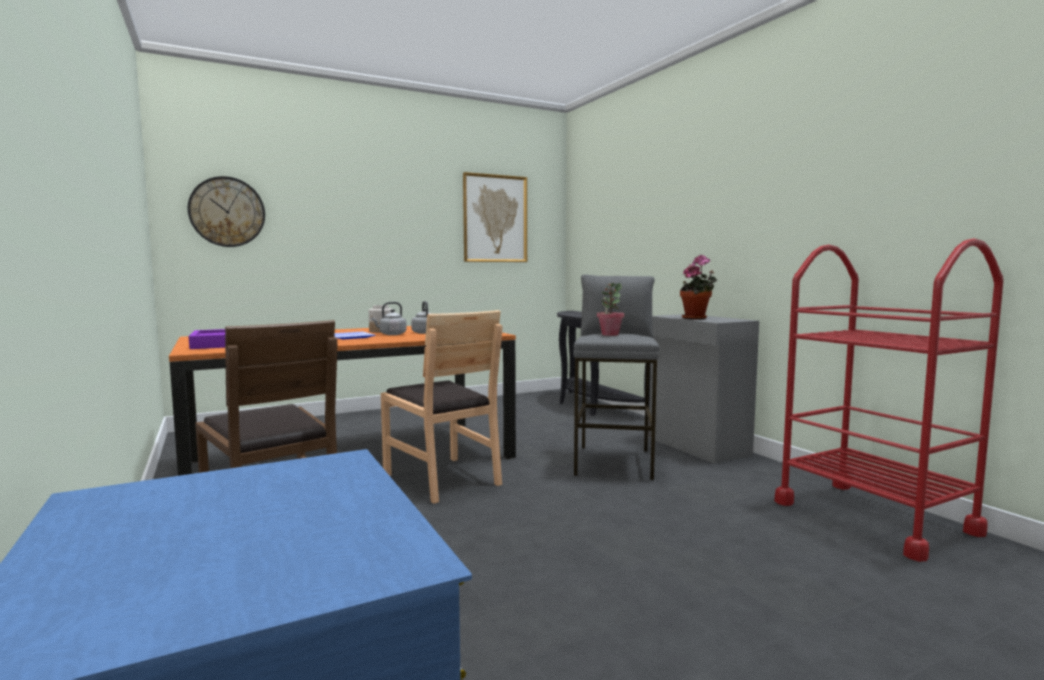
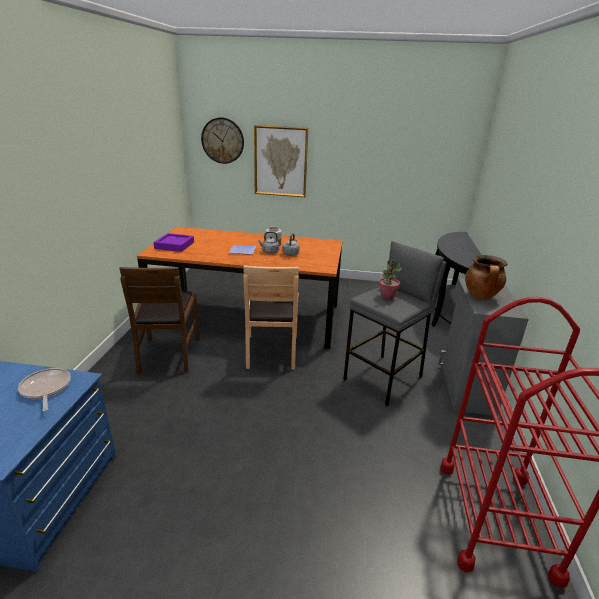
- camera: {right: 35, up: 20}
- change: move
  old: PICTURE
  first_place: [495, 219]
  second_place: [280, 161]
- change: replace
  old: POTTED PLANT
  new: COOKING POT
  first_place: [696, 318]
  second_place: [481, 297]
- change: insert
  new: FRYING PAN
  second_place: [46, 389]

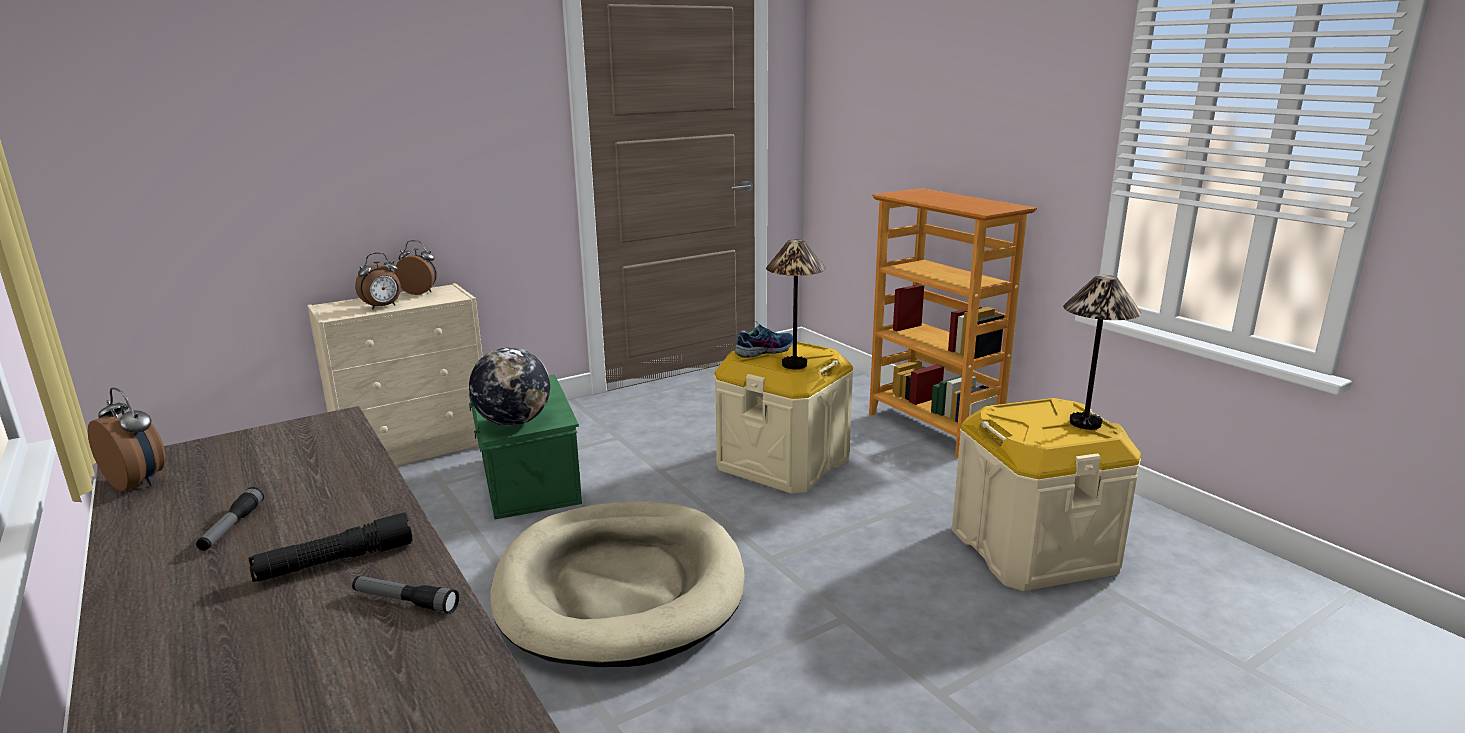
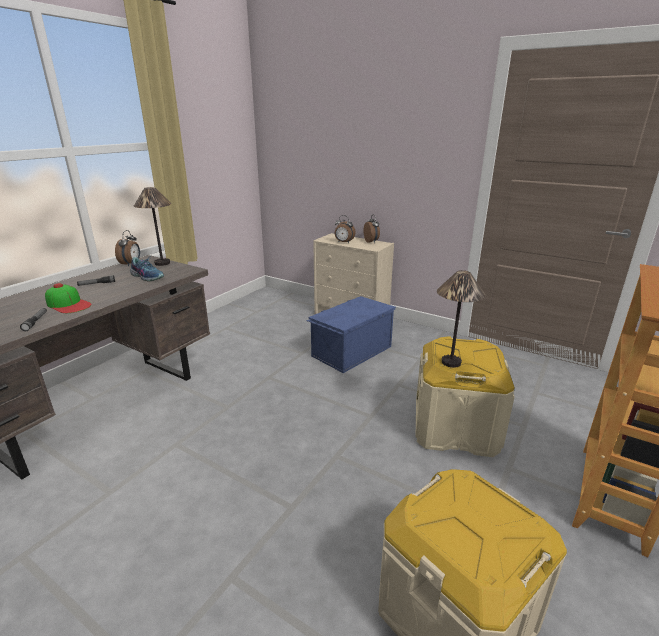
- camera: {right: 65, up: 5}
- change: move
  old: TABLE LAMP
  first_place: [1085, 423]
  second_place: [162, 263]
- change: move
  old: SHOE
  first_place: [764, 350]
  second_place: [147, 276]
- change: delete
  old: GLOBE
  first_place: [513, 422]
- change: recolor
  old: GREEN STORAGE BOX
  new: BLUE STORAGE BOX
  first_place: [527, 481]
  second_place: [350, 351]
- change: delete
  old: BEIGE DOG BED
  first_place: [620, 588]
- change: replace
  old: BLACK FLASHLIGHT
  new: CAP
  first_place: [335, 562]
  second_place: [68, 304]

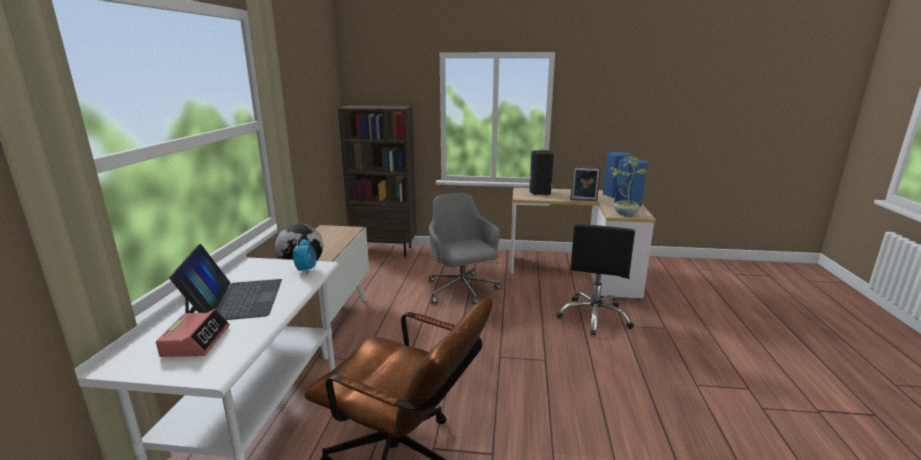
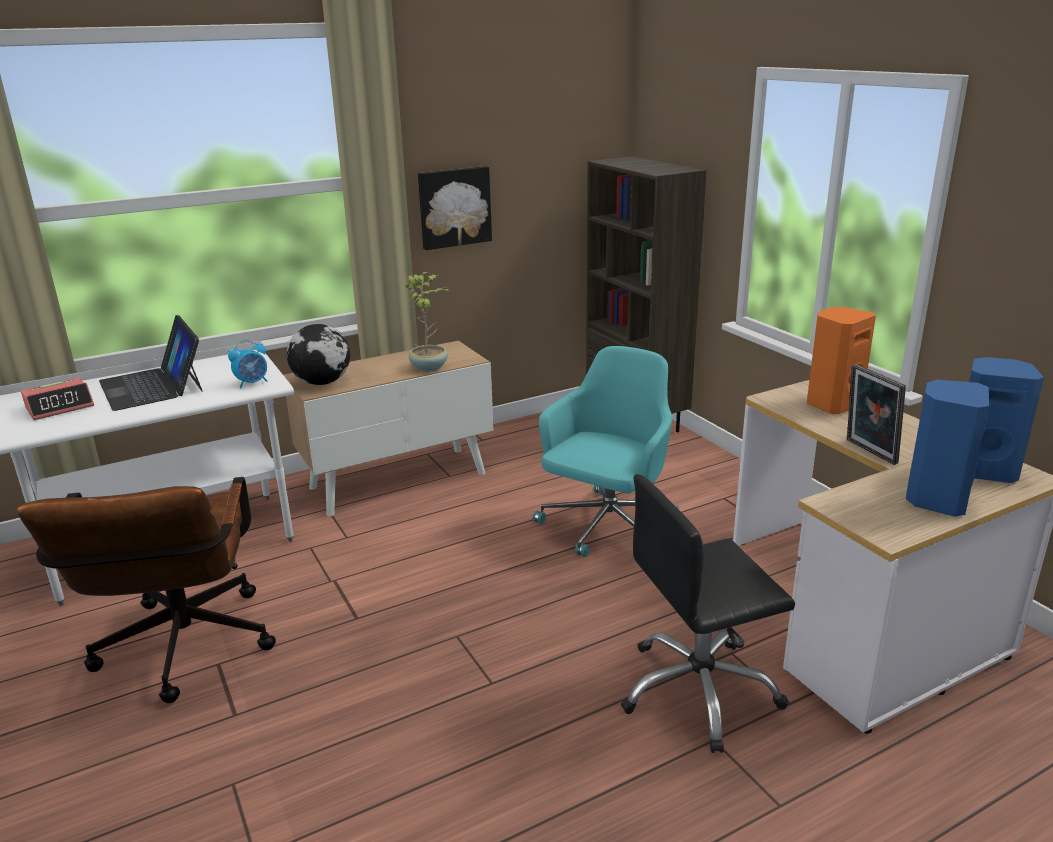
- camera: {right: 55, up: 5}
- change: recolor
  old: BLACK SPEAKER
  new: ORANGE SPEAKER
  first_place: [539, 193]
  second_place: [831, 404]
- change: move
  old: POTTED PLANT
  first_place: [625, 214]
  second_place: [429, 367]
- change: recolor
  old: GREY OFFICE CHAIR
  new: TURQUOISE OFFICE CHAIR
  first_place: [462, 290]
  second_place: [607, 527]
- change: rotate
  old: LAPTOP
  first_place: [235, 300]
  second_place: [153, 386]
  degrees: 105
- change: insert
  new: PICTURE
  second_place: [454, 207]

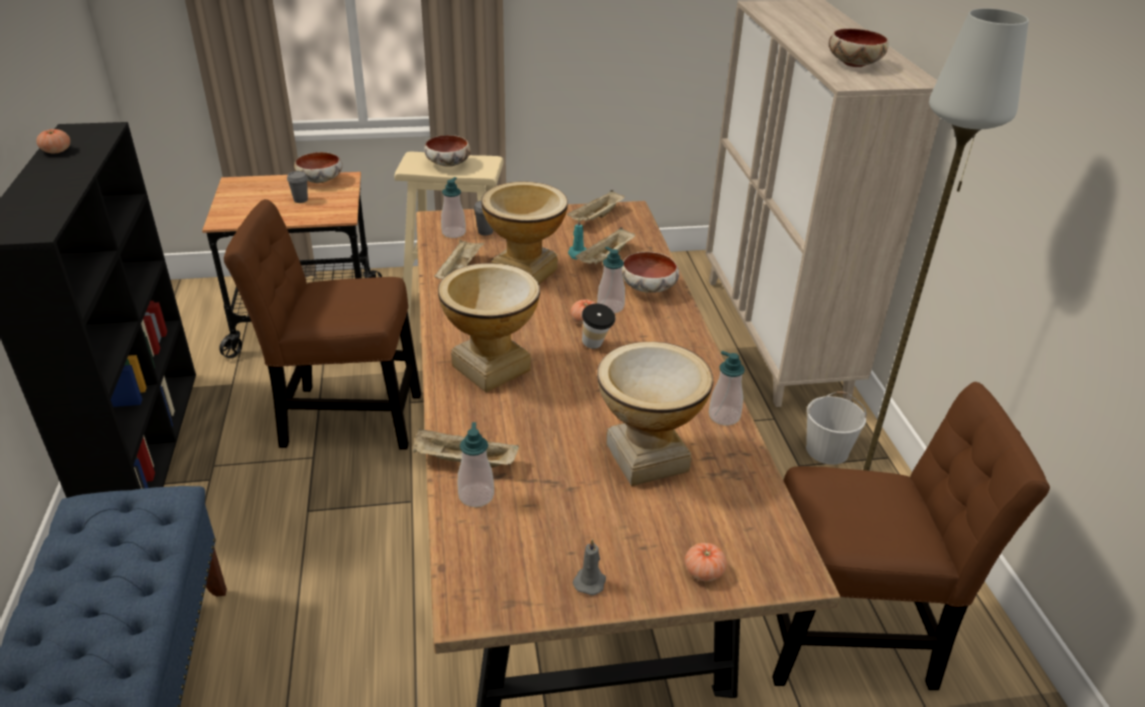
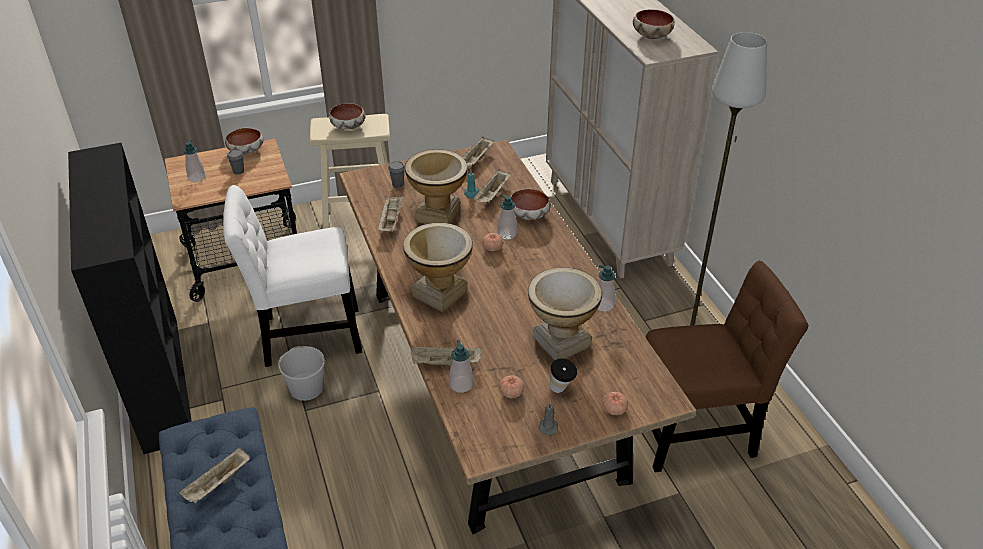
- camera: {right: -10, up: 5}
- change: move
  old: TOMATO
  first_place: [56, 151]
  second_place: [511, 392]
- change: move
  old: SOAP DISPENSER
  first_place: [453, 233]
  second_place: [197, 177]
- change: recolor
  old: BROWN CHAIR
  new: WHITE CHAIR
  first_place: [344, 418]
  second_place: [306, 336]
- change: move
  old: CUP
  first_place: [596, 346]
  second_place: [561, 390]
- change: move
  old: WHITE BUCKET
  first_place: [826, 450]
  second_place: [306, 388]
- change: insert
  new: BEIGE TRAY
  second_place: [218, 484]

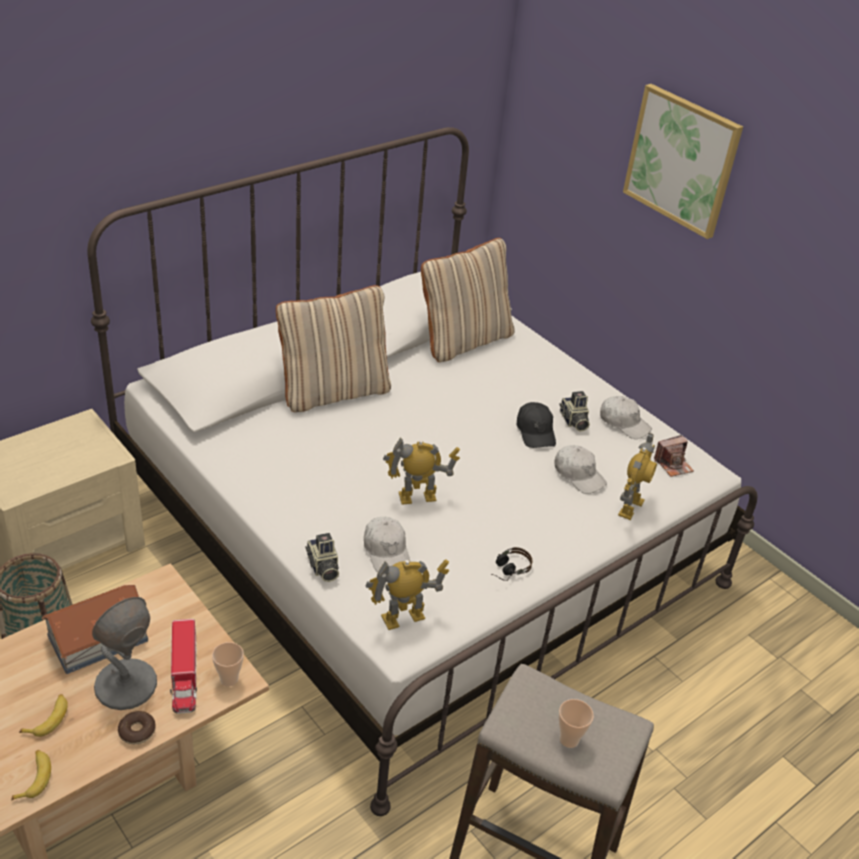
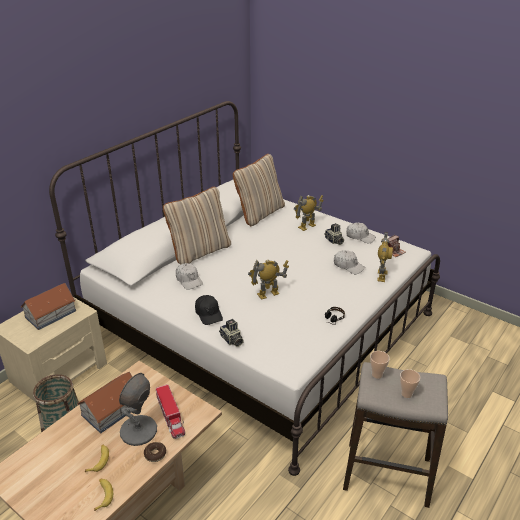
- camera: {right: -10, up: -5}
- change: delete
  old: PICTURE
  first_place: [682, 160]
- change: move
  old: BLACK CAP
  first_place: [535, 431]
  second_place: [208, 314]
- change: move
  old: WHITE CAP
  first_place: [386, 551]
  second_place: [189, 280]
- change: move
  old: TOY ROBOT
  first_place: [403, 618]
  second_place: [307, 226]
- change: move
  old: CUP
  first_place: [229, 679]
  second_place: [377, 374]
- change: insert
  new: TOY HOUSE
  second_place: [50, 314]

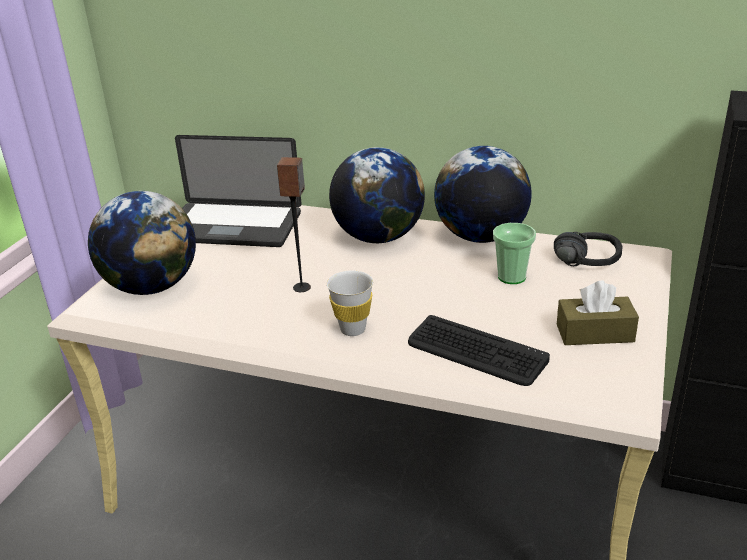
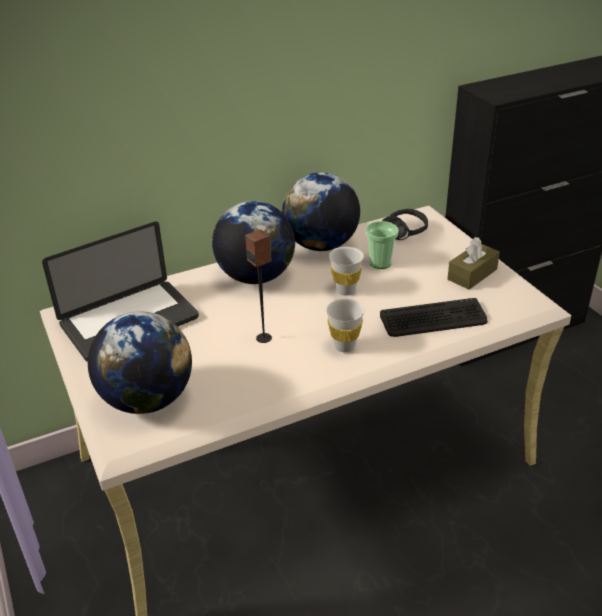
- camera: {right: -45, up: 5}
- change: insert
  new: WHITE CUP
  second_place: [345, 290]

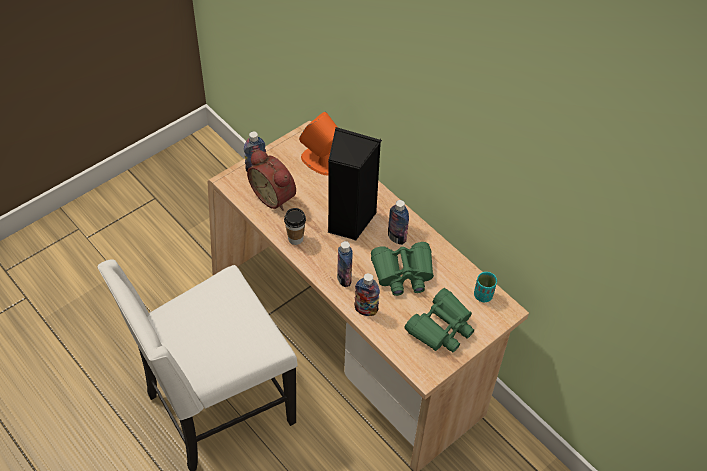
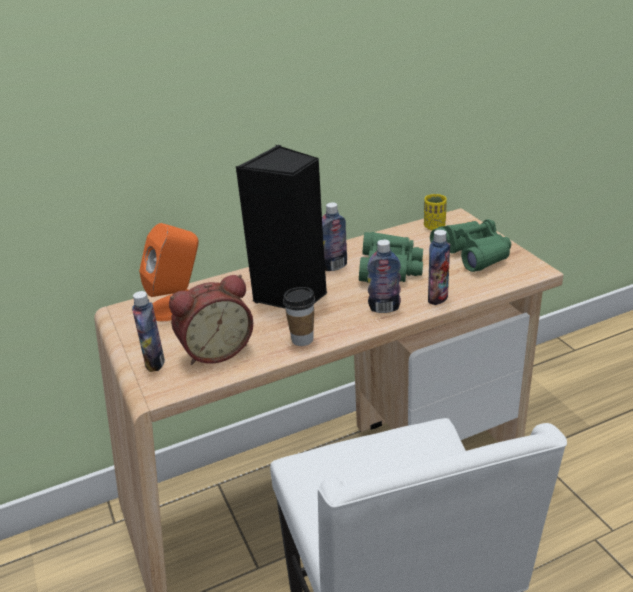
- camera: {right: -70, up: -20}
- change: recolor
  old: TURQUOISE CUP
  new: YELLOW CUP
  first_place: [483, 295]
  second_place: [434, 226]

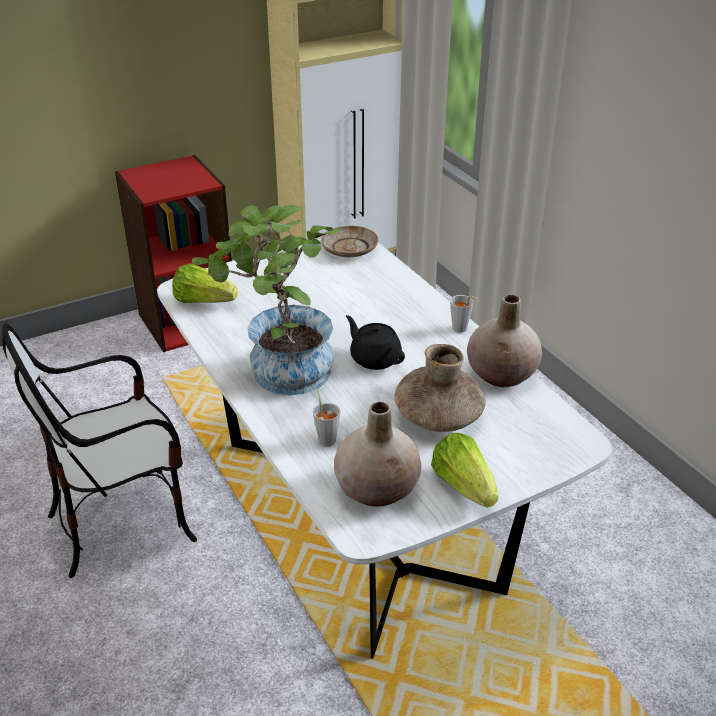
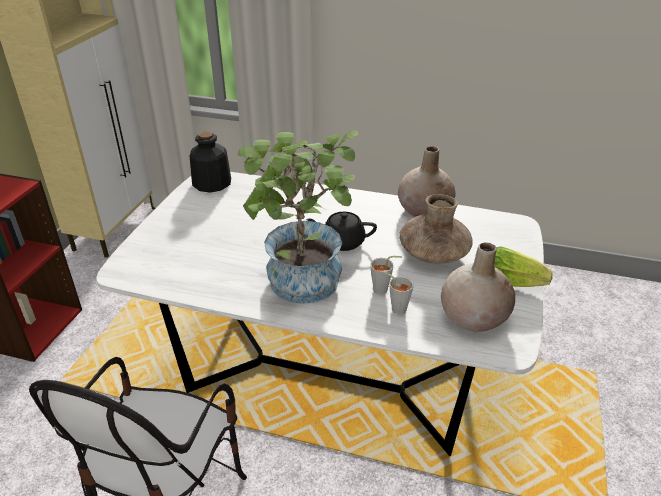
- camera: {right: -45, up: 0}
- change: replace
  old: BEIGE PLATE
  new: BOTTLE
  first_place: [349, 249]
  second_place: [211, 183]
- change: delete
  old: LETTUCE
  first_place: [203, 301]
- change: move
  old: GREY CUP
  first_place: [462, 330]
  second_place: [383, 290]

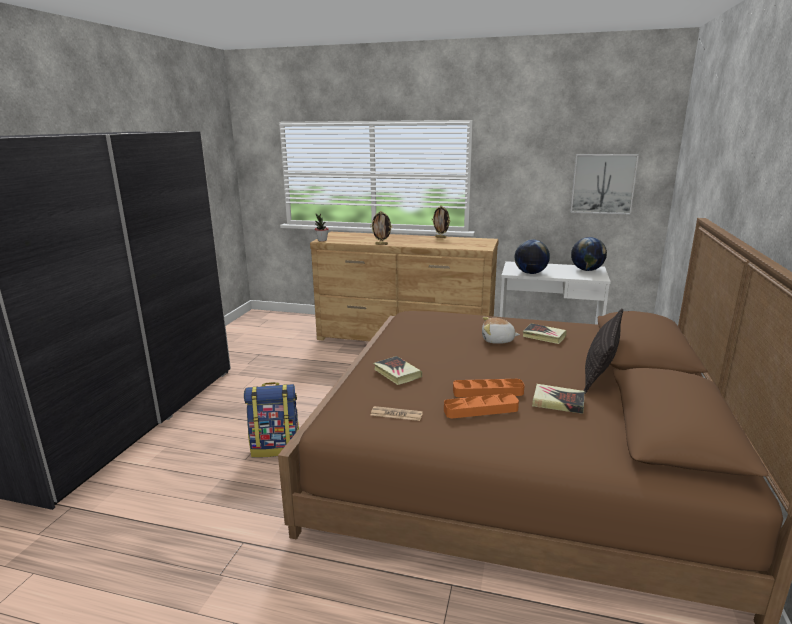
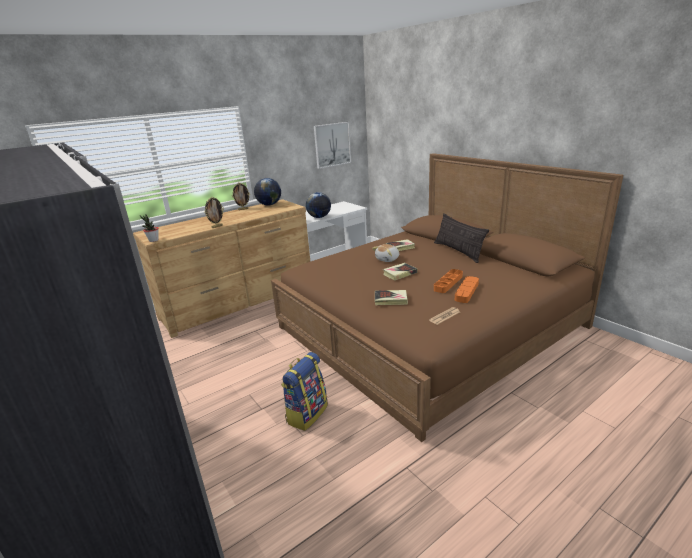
- camera: {right: -50, up: 5}
- change: move
  old: GLOBE
  first_place: [586, 270]
  second_place: [269, 205]
- change: move
  old: BOOK
  first_place: [558, 402]
  second_place: [399, 273]

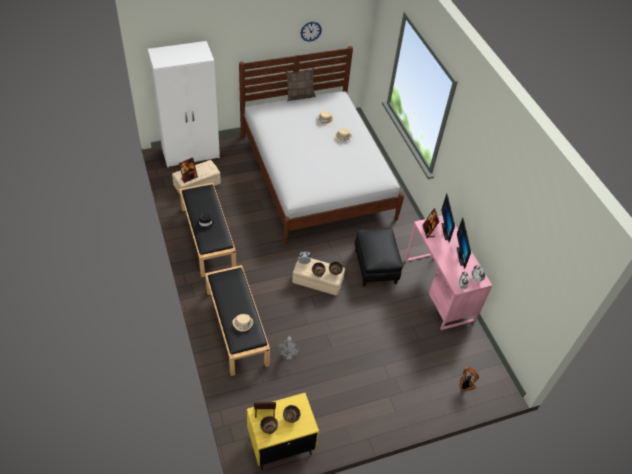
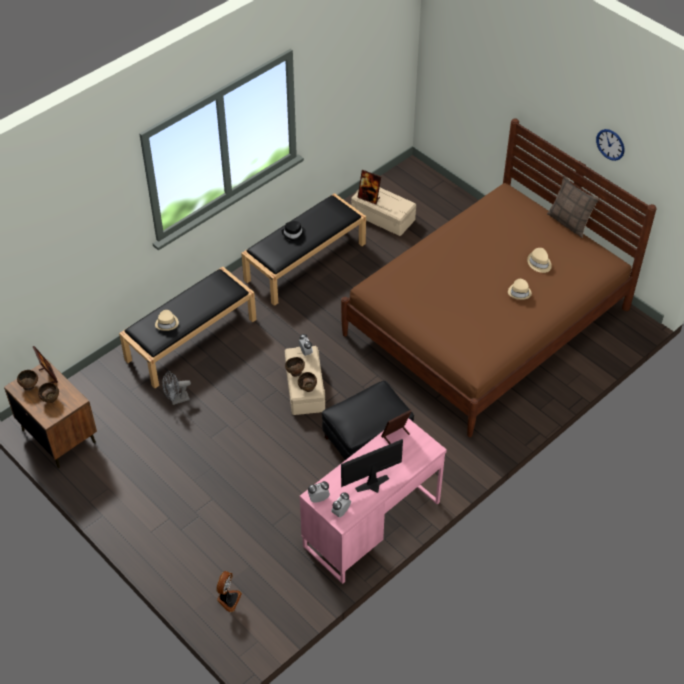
- camera: {right: 70, up: 0}
- change: delete
  old: WHITE WARDROBE
  first_place: [191, 153]
- change: recolor
  old: WHITE BED
  new: BROWN BED
  first_place: [316, 176]
  second_place: [486, 321]
- change: delete
  old: MONITOR
  first_place: [447, 231]
- change: recolor
  old: YELLOW NIGHTSTAND
  new: BROWN NIGHTSTAND
  first_place: [280, 445]
  second_place: [59, 436]

